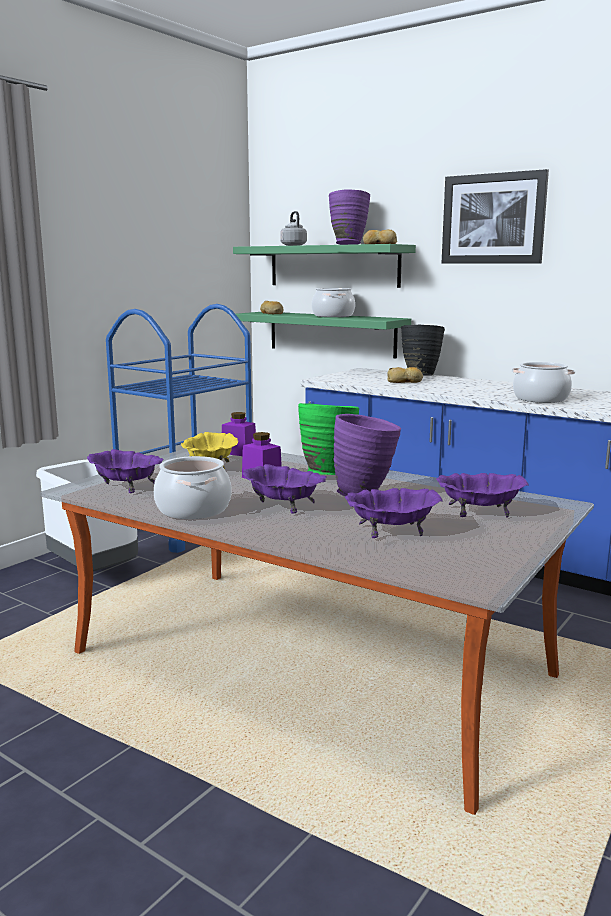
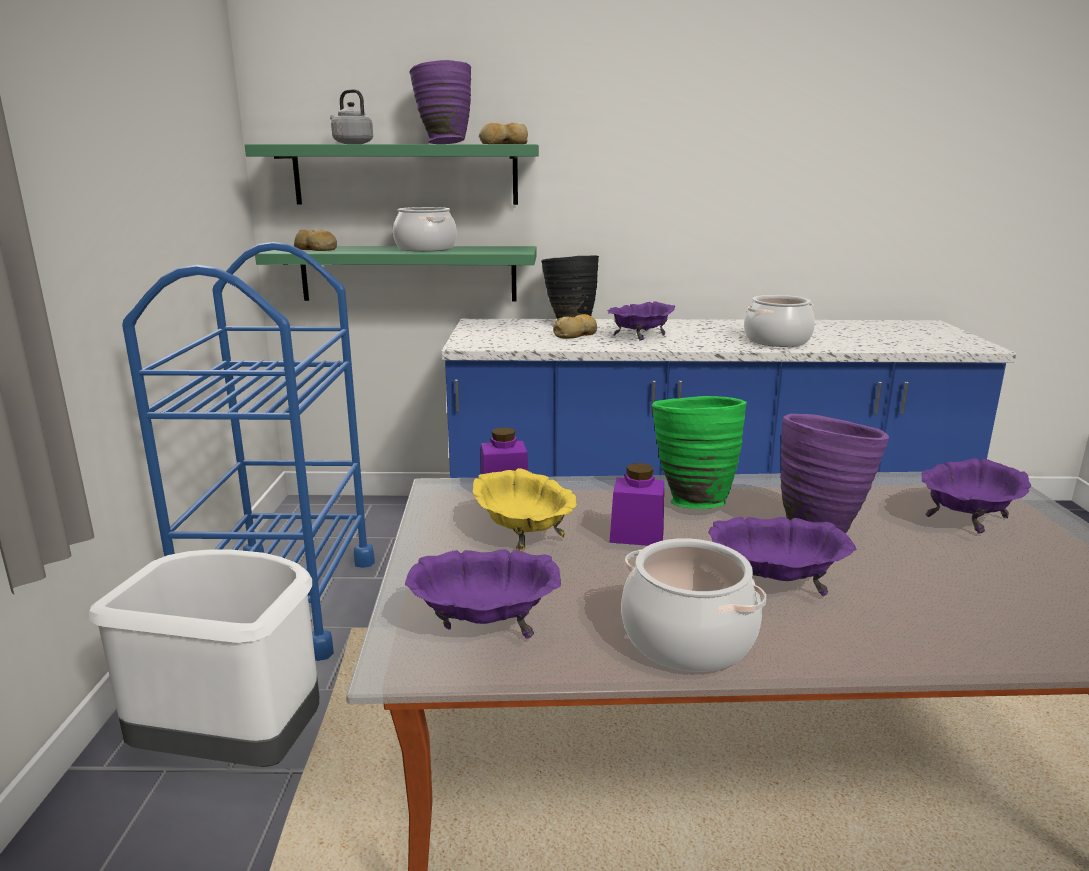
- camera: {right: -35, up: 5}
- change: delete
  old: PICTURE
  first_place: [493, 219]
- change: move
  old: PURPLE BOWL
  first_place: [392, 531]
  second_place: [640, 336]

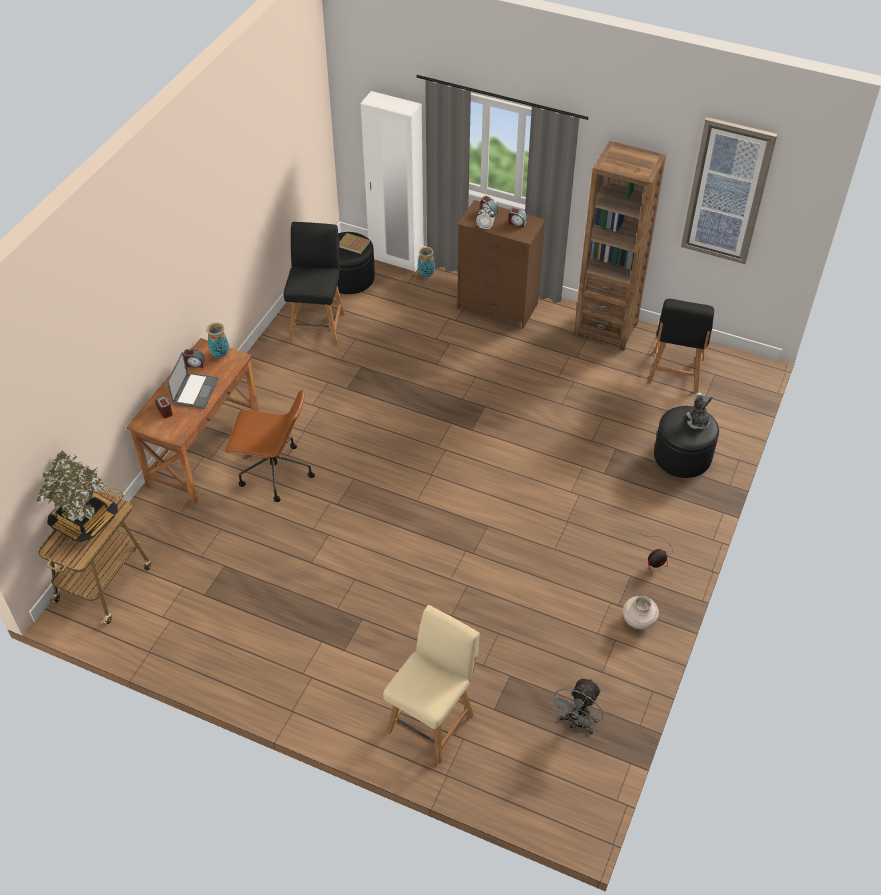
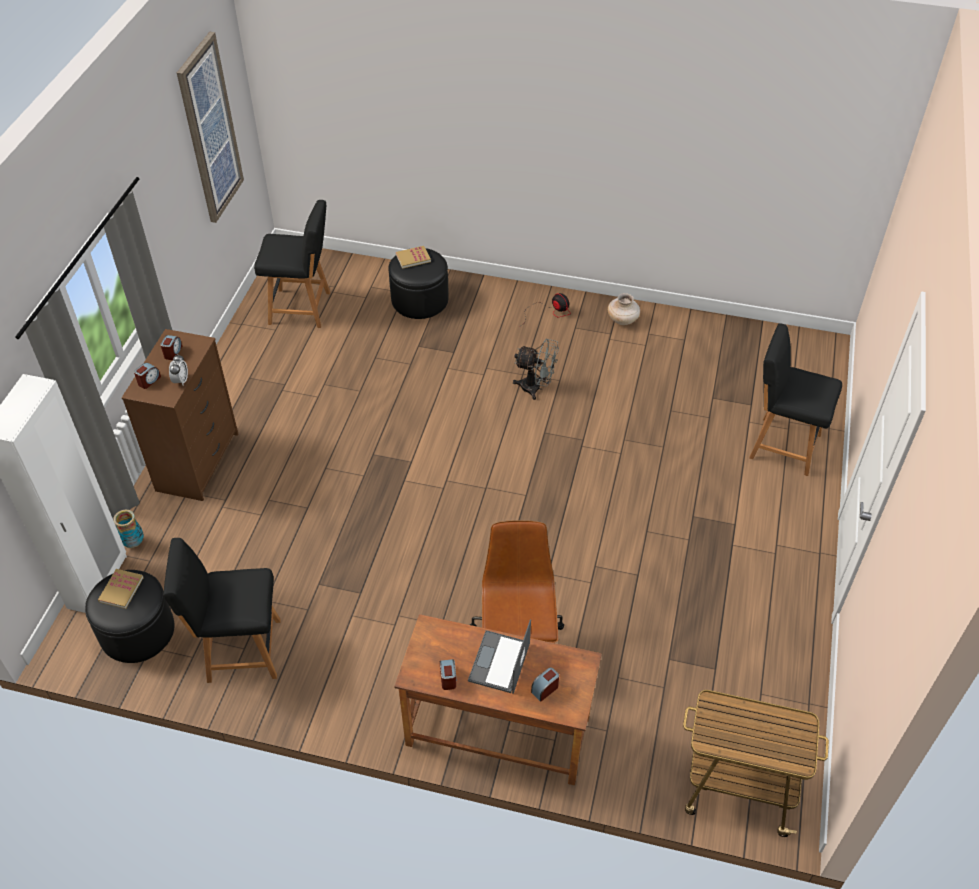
- camera: {right: -100, up: 0}
- change: delete
  old: BROWN BOOKCASE
  first_place: [606, 329]
- change: delete
  old: VASE
  first_place: [220, 354]
- change: rotate
  old: LAPTOP
  first_place: [195, 390]
  second_place: [499, 663]
  degrees: -75
- change: replace
  old: PLUSH TOY
  new: BOOK
  first_place: [697, 421]
  second_place: [413, 258]
- change: delete
  old: POTTED PLANT
  first_place: [84, 520]
- change: recolor
  old: BEIGE CHAIR
  new: BLACK CHAIR
  first_place: [432, 721]
  second_place: [782, 445]
- change: move
  old: GREY FAN
  first_place: [577, 723]
  second_place: [536, 388]

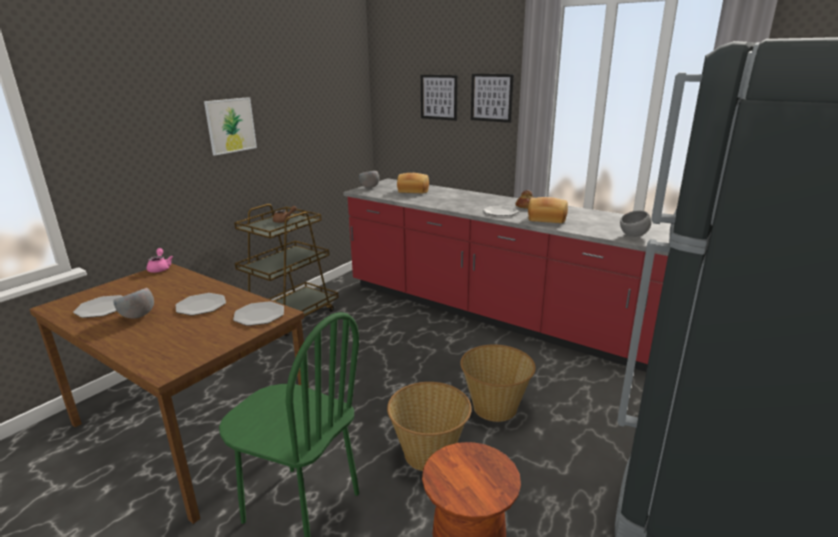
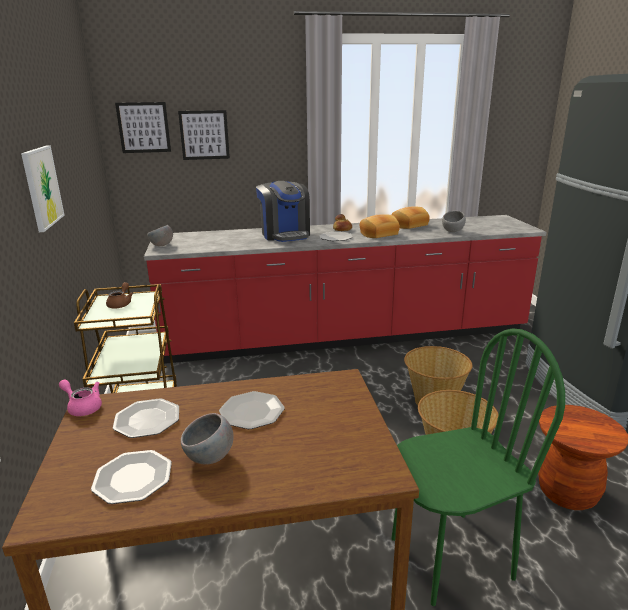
- camera: {right: -45, up: 0}
- change: move
  old: PICTURE
  first_place: [491, 97]
  second_place: [144, 127]
- change: move
  old: BREAD
  first_place: [413, 190]
  second_place: [409, 225]
- change: move
  old: PLATE
  first_place: [259, 315]
  second_place: [147, 419]
- change: insert
  new: COFFEE MACHINE
  second_place: [285, 234]

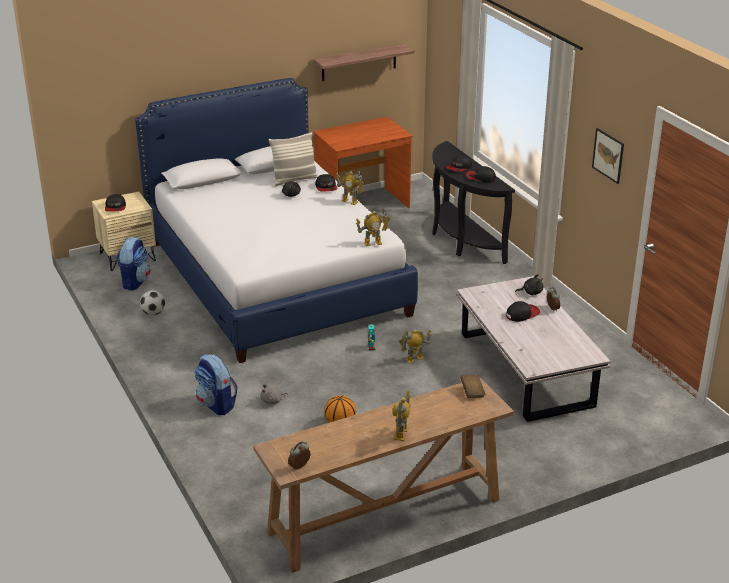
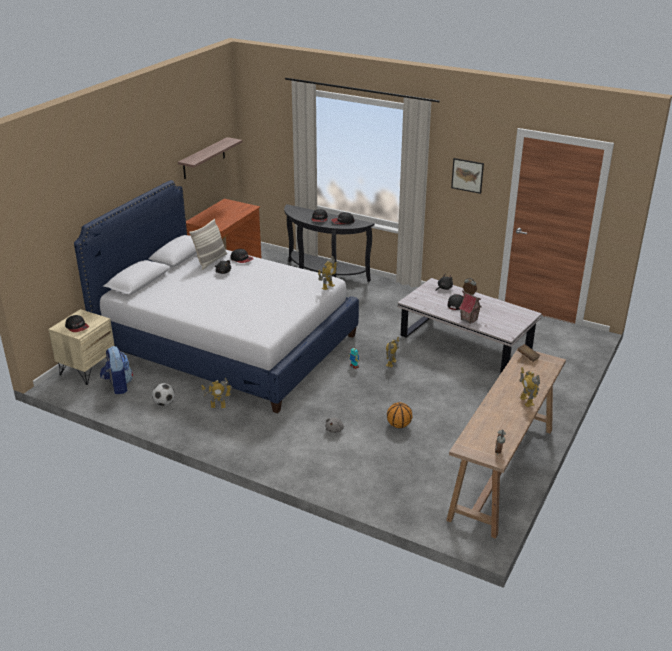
- camera: {right: -35, up: 0}
- change: move
  old: TOY ROBOT
  first_place: [350, 201]
  second_place: [218, 406]
- change: delete
  old: BACKPACK
  first_place: [217, 404]
- change: insert
  new: TOY HOUSE
  second_place: [469, 319]

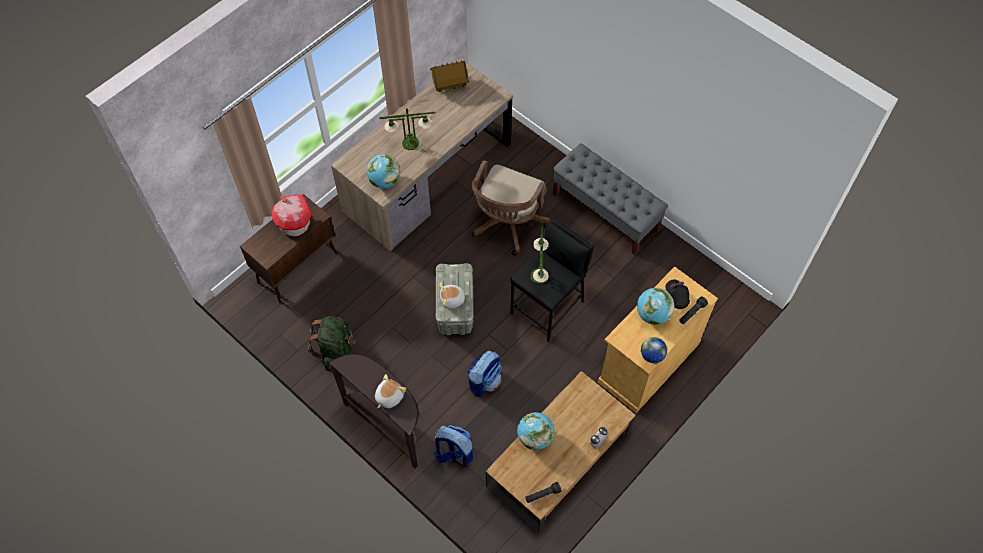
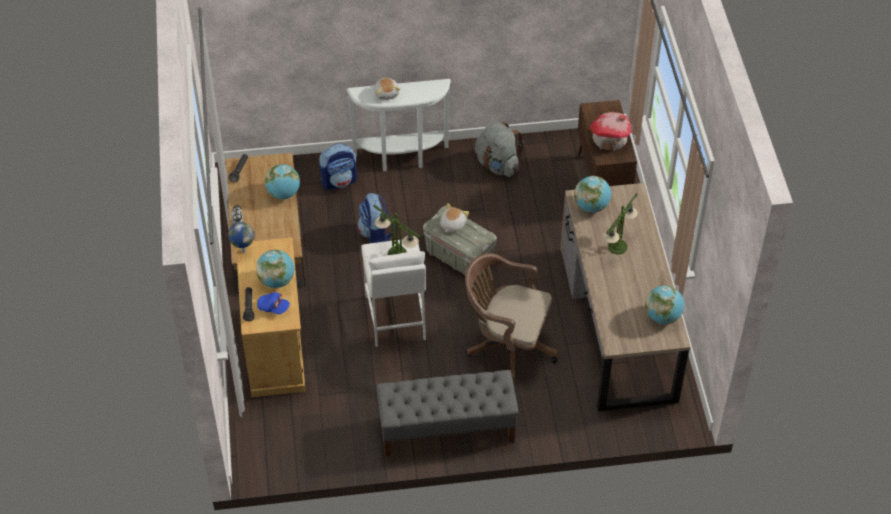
- camera: {right: 130, up: -10}
- change: replace
  old: TOY HOUSE
  new: GLOBE
  first_place: [450, 85]
  second_place: [662, 316]
- change: rotate
  old: BROWN OFFICE CHAIR
  first_place: [507, 225]
  second_place: [507, 346]
  degrees: -45
- change: recolor
  old: BLACK STOOL
  new: WHITE STOOL
  first_place: [548, 308]
  second_place: [395, 318]
- change: recolor
  old: BLACK CAP
  new: BLUE CAP
  first_place: [676, 296]
  second_place: [273, 308]
- change: recolor
  old: GREEN BACKPACK
  new: GREY BACKPACK
  first_place: [336, 351]
  second_place: [497, 165]
- change: recolor
  old: BROWN CONSOLE TABLE
  new: WHITE CONSOLE TABLE
  first_place: [388, 426]
  second_place: [402, 159]

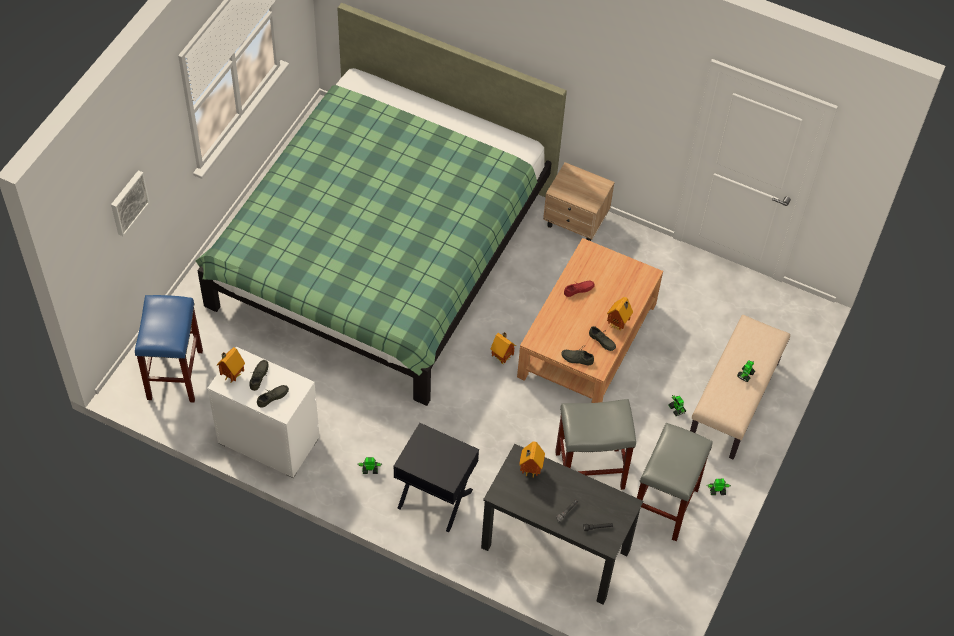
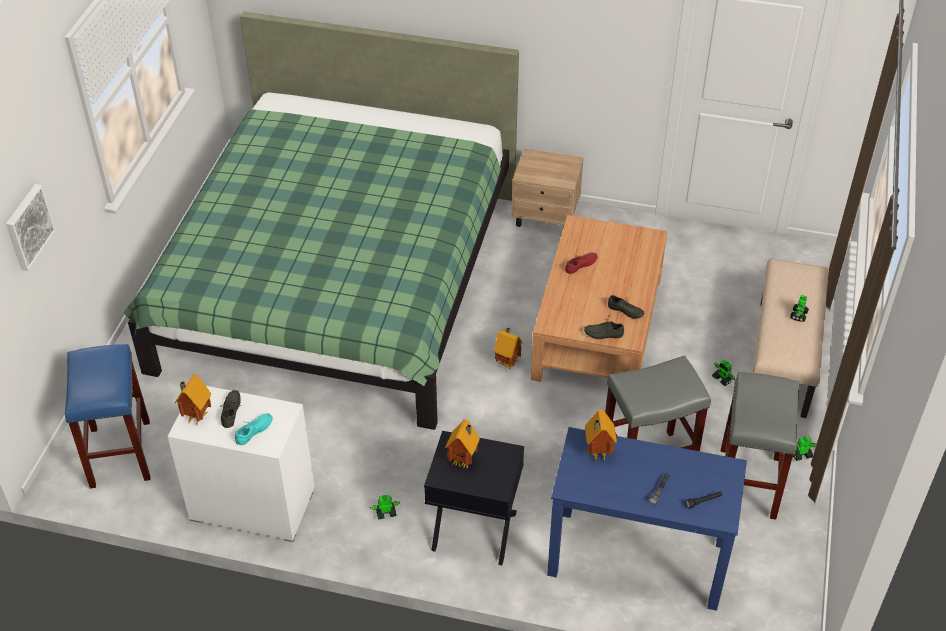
- camera: {right: -10, up: -10}
- change: move
  old: TOY HOUSE
  first_place: [618, 325]
  second_place: [464, 461]
- change: recolor
  old: GREY SHOE
  new: TURQUOISE SHOE
  first_place: [273, 398]
  second_place: [255, 432]
- change: recolor
  old: BLACK DESK
  new: BLUE DESK
  first_place: [555, 549]
  second_place: [636, 558]

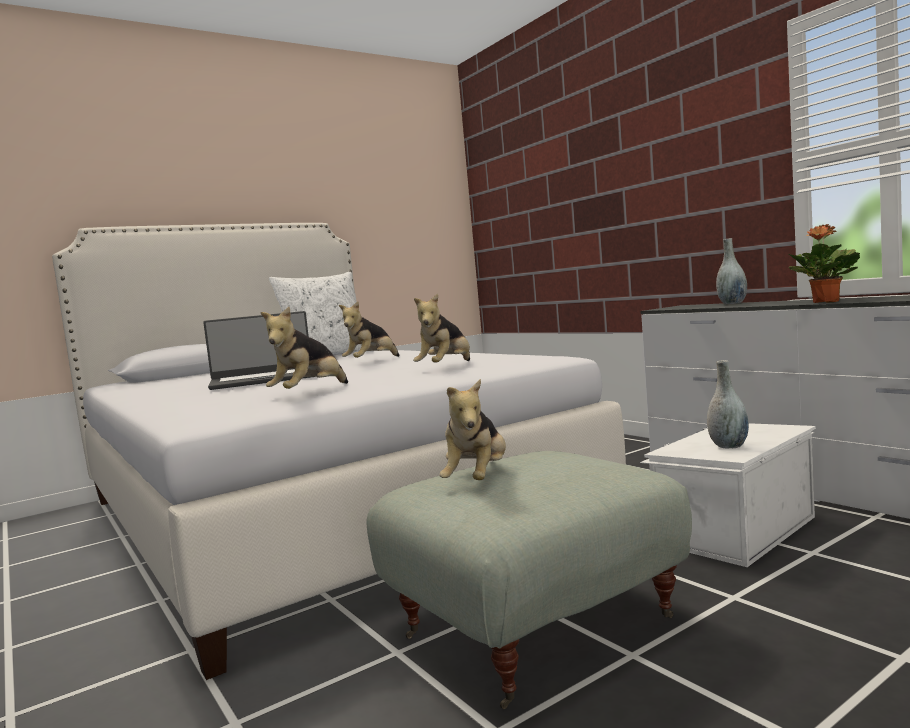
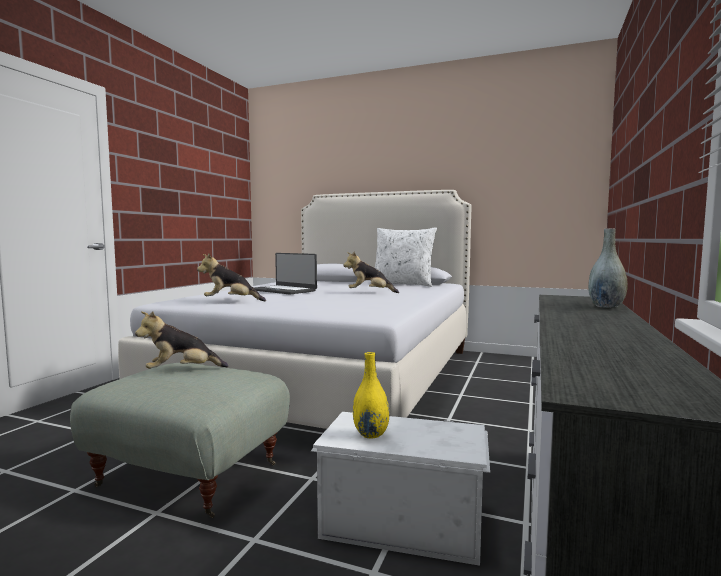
- camera: {right: 55, up: 0}
- change: delete
  old: POTTED PLANT
  first_place: [825, 302]
- change: delete
  old: PLUSH TOY
  first_place: [446, 368]
- change: recolor
  old: GREY VASE
  new: YELLOW VASE
  first_place: [728, 446]
  second_place: [371, 434]

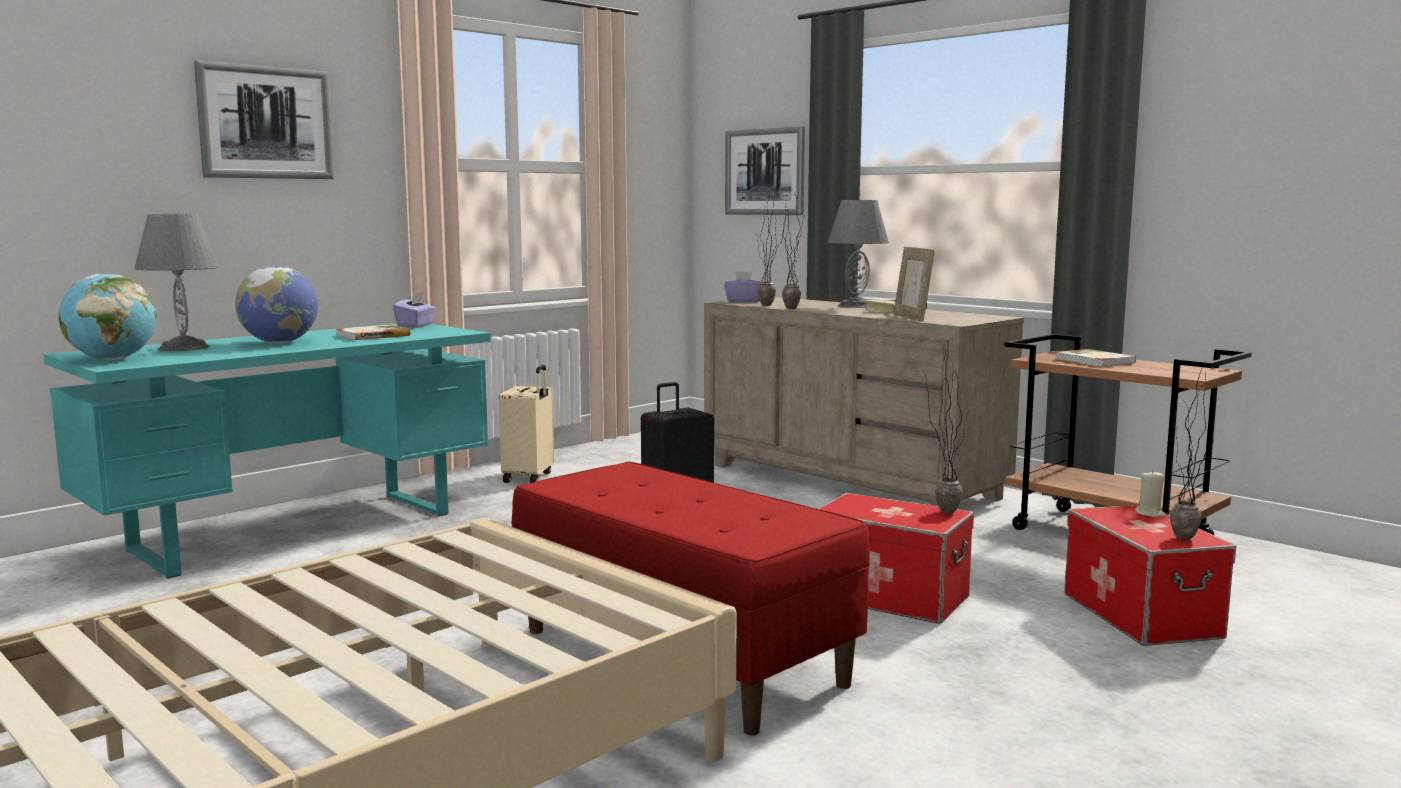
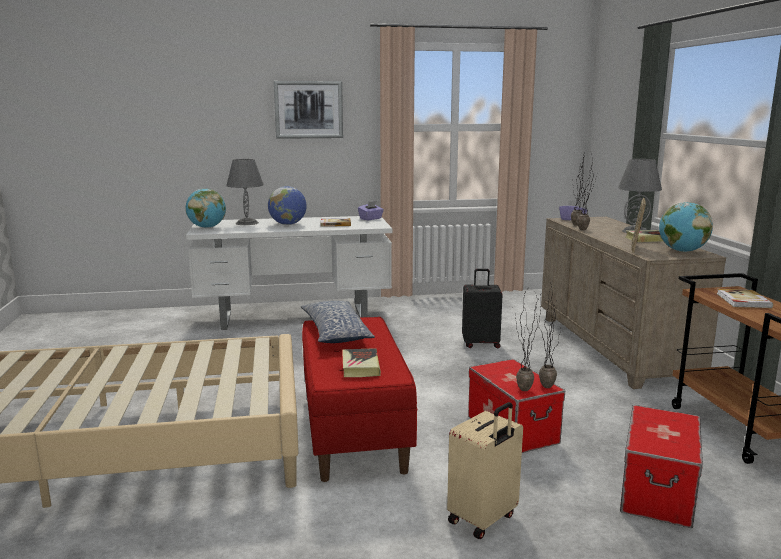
- camera: {right: 35, up: 5}
- change: delete
  old: PICTURE
  first_place: [765, 172]
- change: recolor
  old: TURQUOISE DESK
  new: WHITE DESK
  first_place: [296, 531]
  second_place: [295, 316]
- change: move
  old: BEIGE SUITCASE
  first_place: [529, 477]
  second_place: [483, 519]
- change: move
  old: POTTED PLANT
  first_place: [1185, 541]
  second_place: [520, 391]
- change: delete
  old: BEIGE CANDLE
  first_place: [1150, 513]
- change: insert
  new: GLOBE
  second_place: [682, 251]
- change: insert
  new: PILLOW
  second_place: [335, 333]
- change: insert
  new: BOOK
  second_place: [360, 366]

